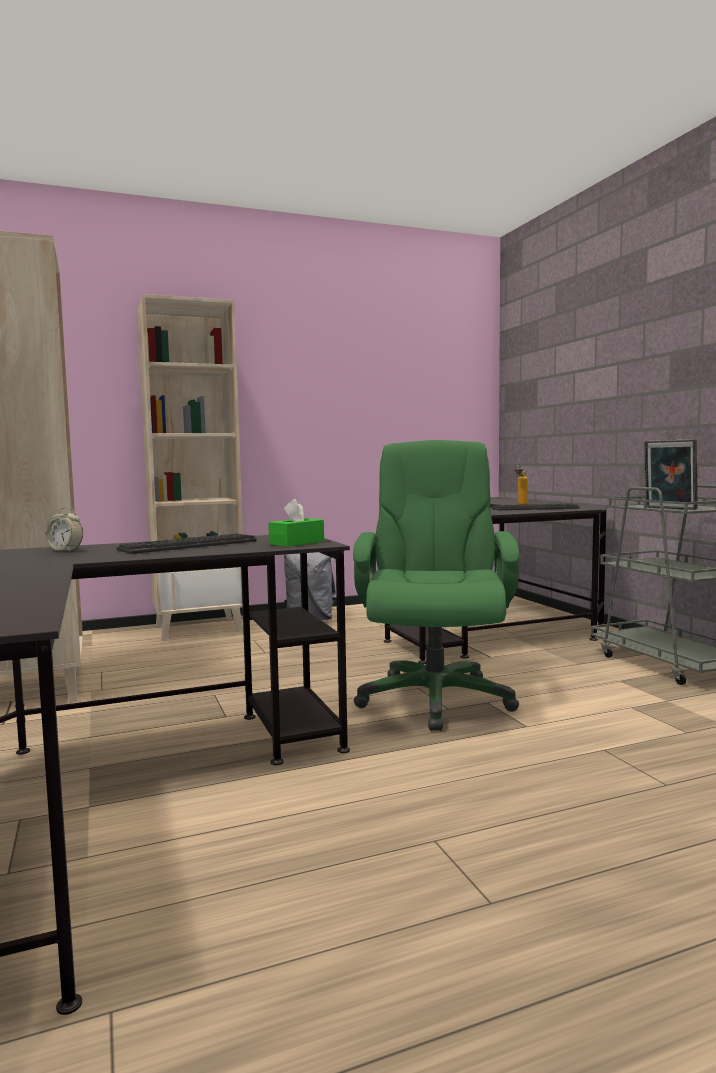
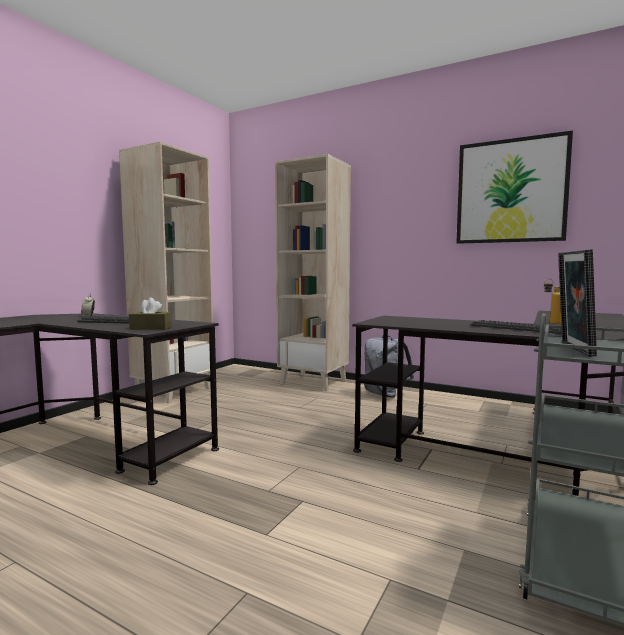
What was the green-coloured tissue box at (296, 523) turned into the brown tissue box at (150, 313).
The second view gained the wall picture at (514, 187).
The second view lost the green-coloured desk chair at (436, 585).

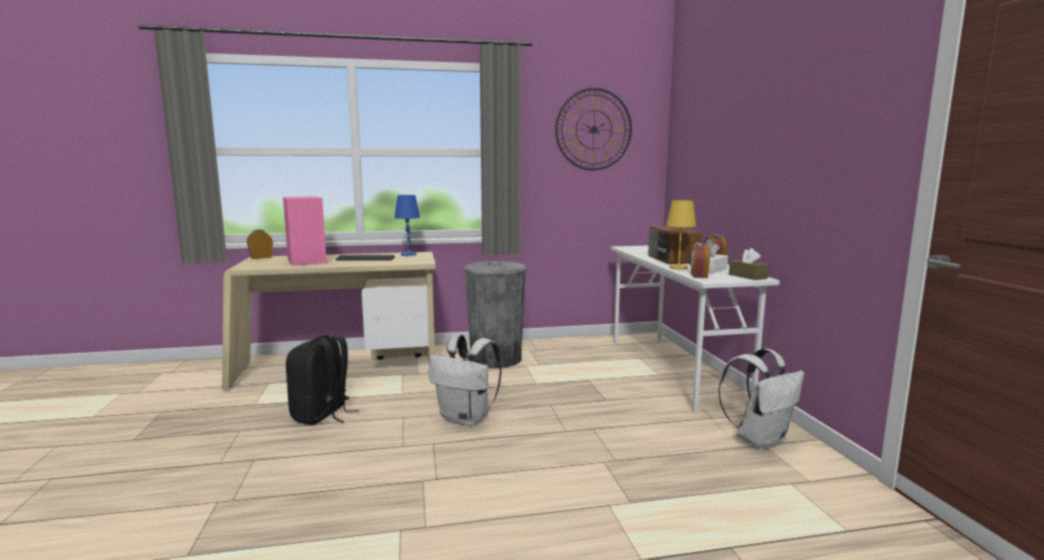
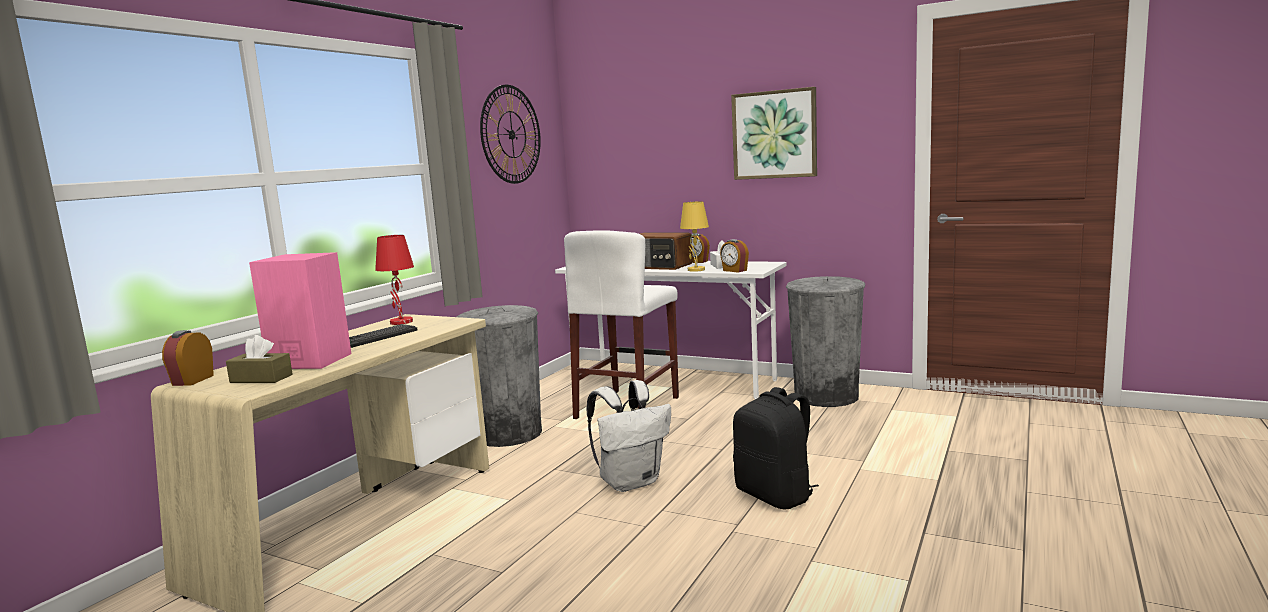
The brown tissue box ended up elsewhere, having gone from (749, 264) to (259, 359).
What was the bluish tabletop lamp at (407, 225) turned into the reddish tabletop lamp at (394, 280).
The second view gained the white stool seat at (621, 324).
The second view gained the wall picture at (774, 133).
The black backpack ended up elsewhere, having gone from (322, 380) to (776, 448).
Where the white backpack stood at (761, 399), the gray waste bin came to stand at (825, 341).

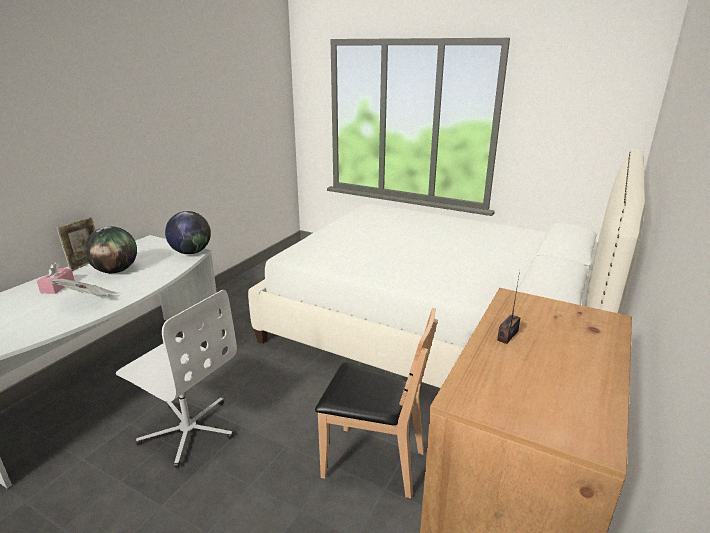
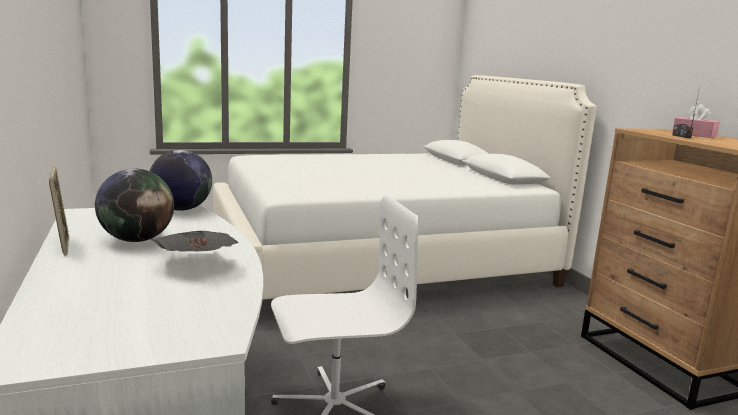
The pink-coloured tissue box ended up elsewhere, having gone from (55, 278) to (696, 121).
The second view lost the brown plain chair at (376, 403).

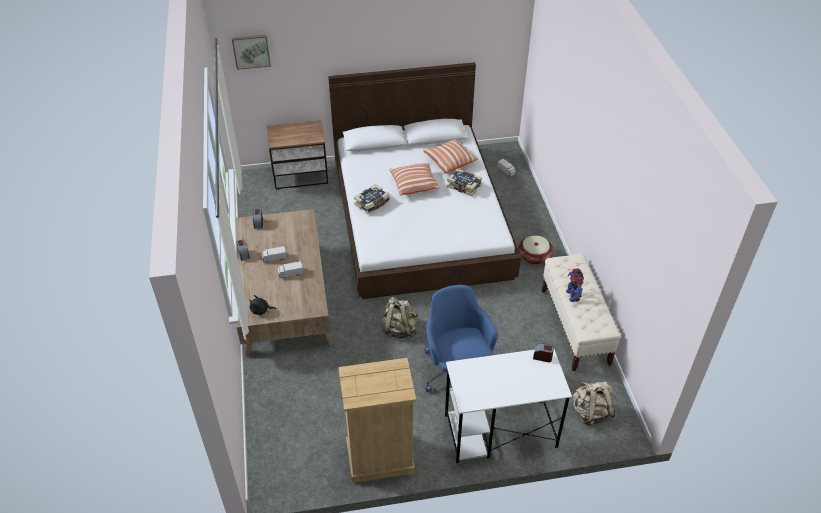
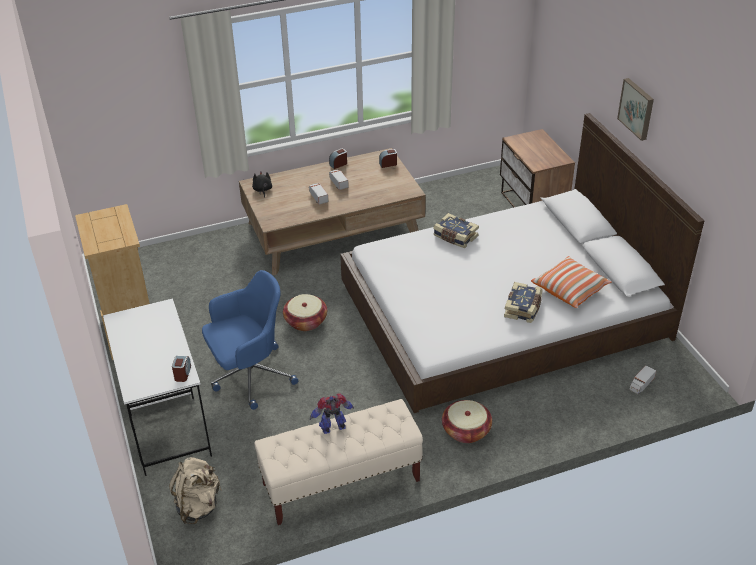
Where the beige-coloured backpack stood at (400, 317), the basket came to stand at (305, 312).
The wall picture ended up elsewhere, having gone from (251, 52) to (635, 109).
The second view lost the pillow at (414, 179).

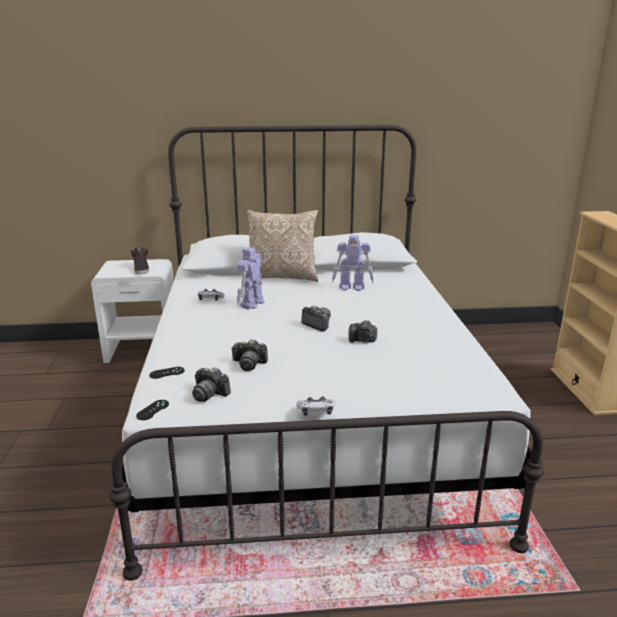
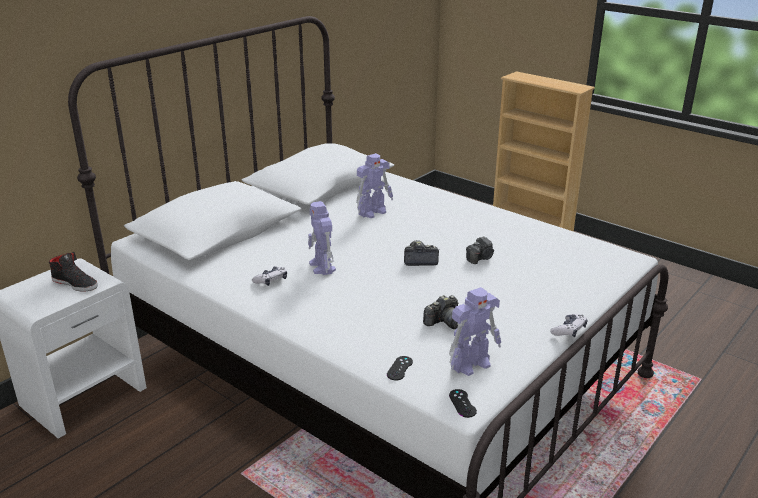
Where the still camera stood at (211, 384), the toy robot came to stand at (475, 331).
The second view lost the pillow at (282, 246).

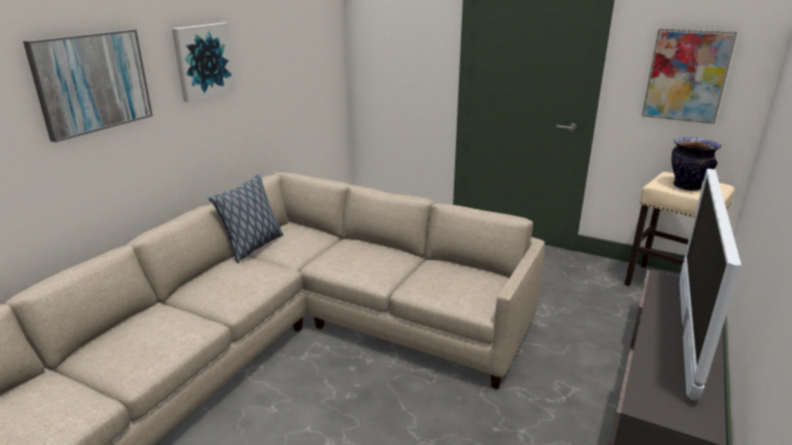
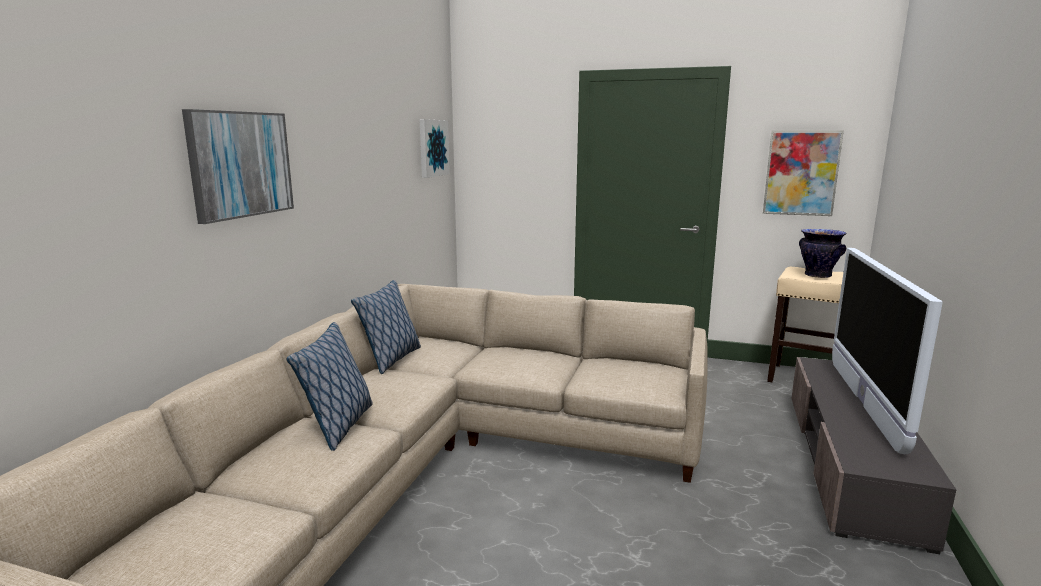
The second view gained the pillow at (329, 386).
The wall picture ended up elsewhere, having gone from (204, 62) to (434, 148).

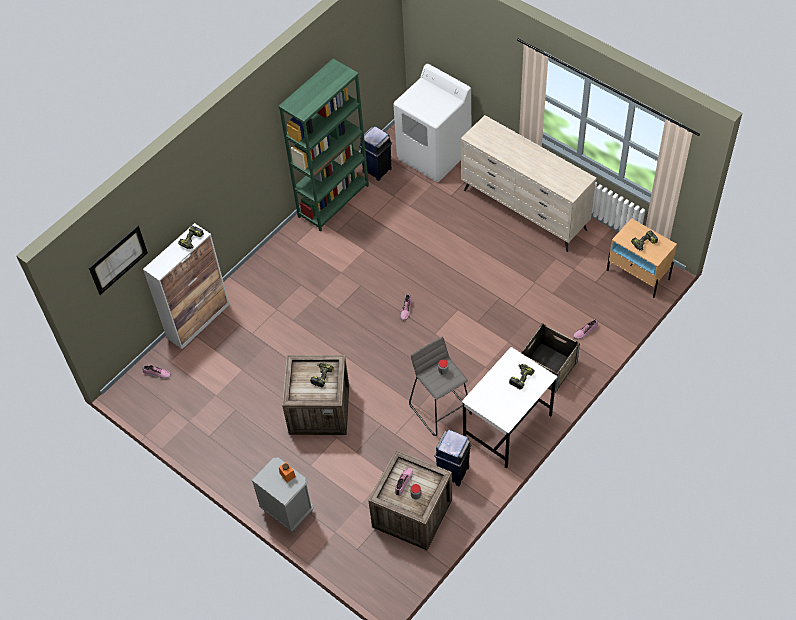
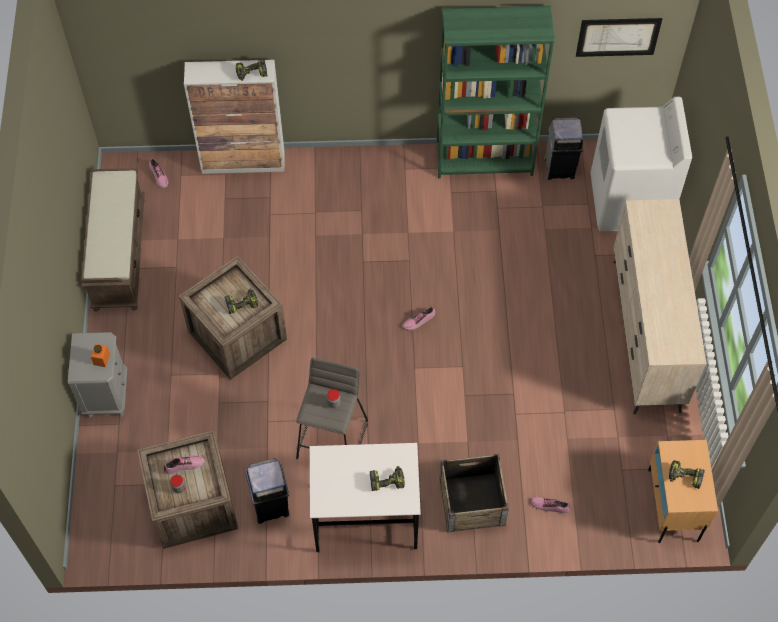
The second view gained the brown indoor bench at (113, 239).
What was the bluish waste bin at (375, 153) turned into the gray waste bin at (563, 148).
The wall picture ended up elsewhere, having gone from (118, 260) to (619, 37).

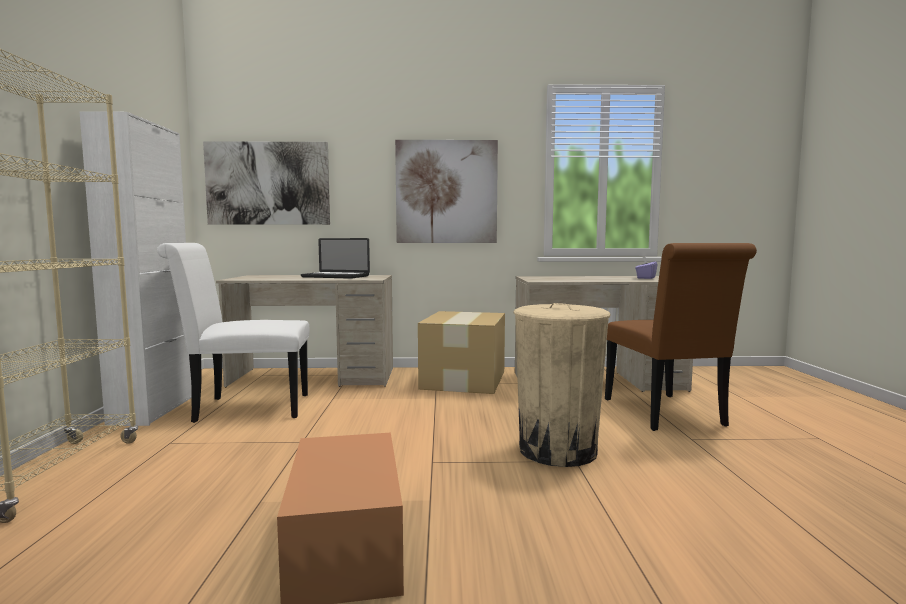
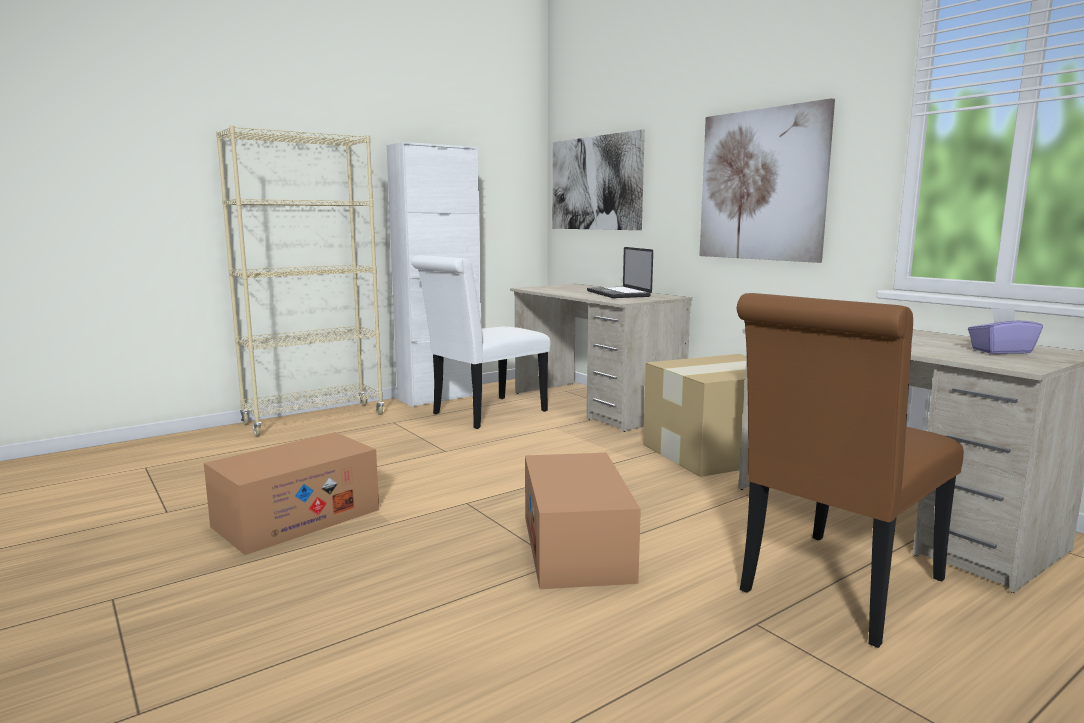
The white plain chair at (233, 333) ended up facing another way, 90 degrees counterclockwise from before.
Where the beige-coloured waste bin stood at (562, 385), the carton came to stand at (583, 521).

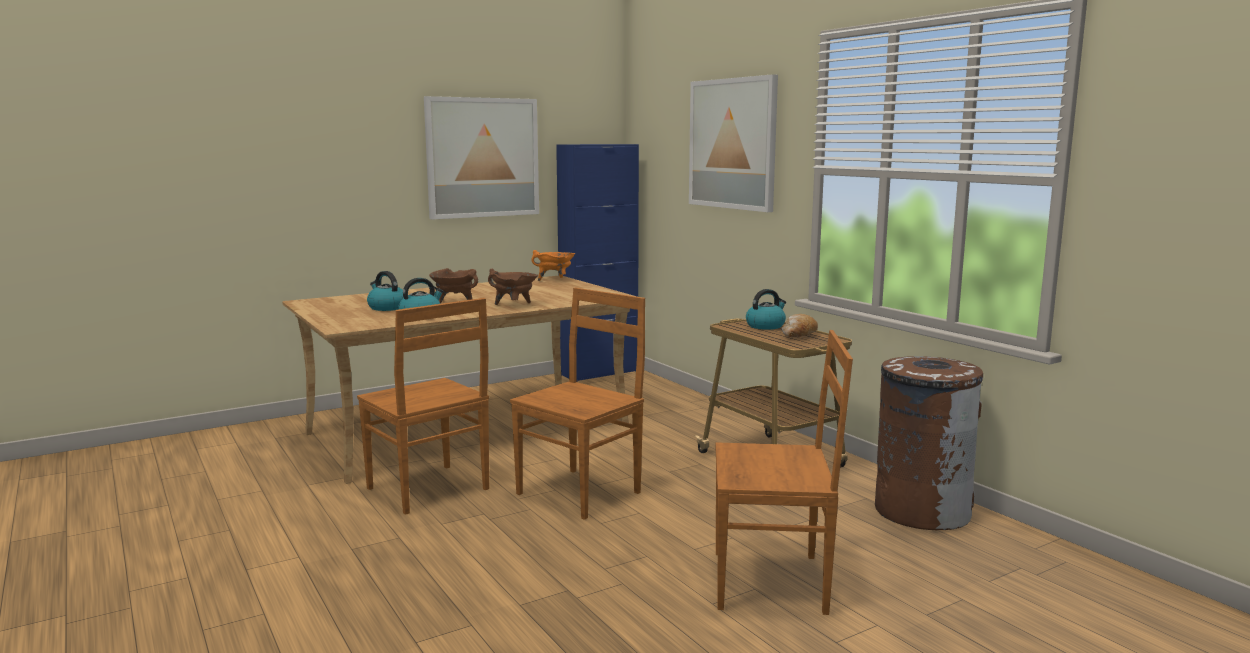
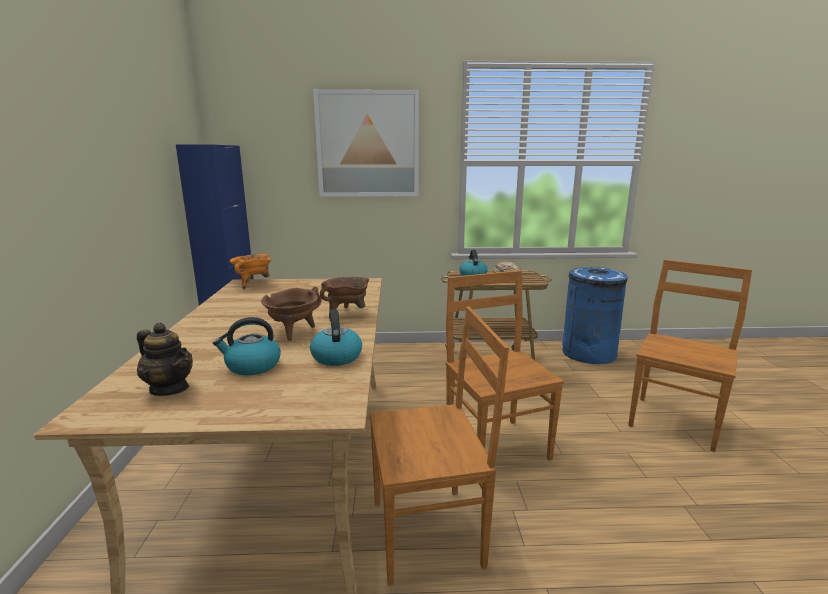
The second view gained the teapot at (165, 359).
What was the brown waste bin at (929, 443) turned into the bluish waste bin at (595, 315).
The second view lost the wall picture at (481, 157).

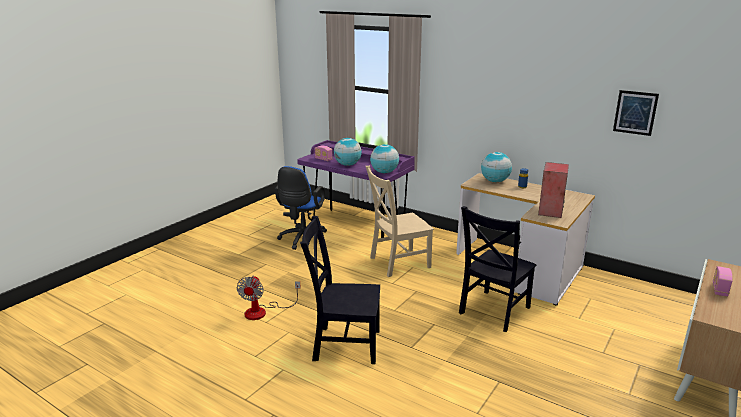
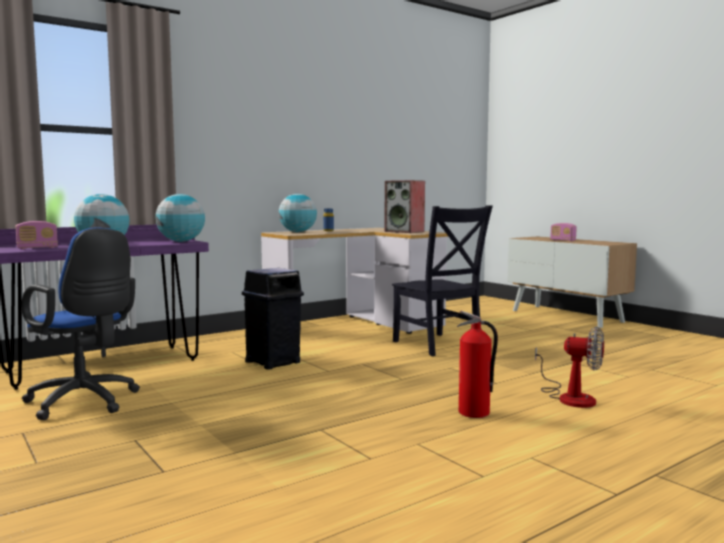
Where the beige-coloured plain chair stood at (400, 221), the black waste bin came to stand at (273, 319).
Where the black plain chair stood at (340, 290), the extinguisher came to stand at (477, 364).
The electric fan ended up elsewhere, having gone from (269, 298) to (569, 367).
The second view lost the wall picture at (636, 113).

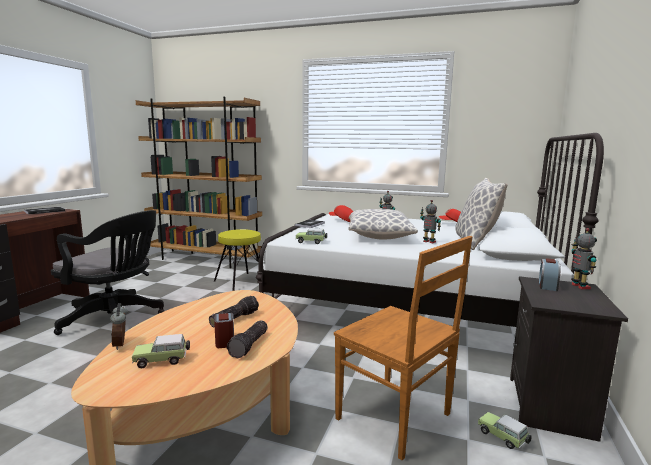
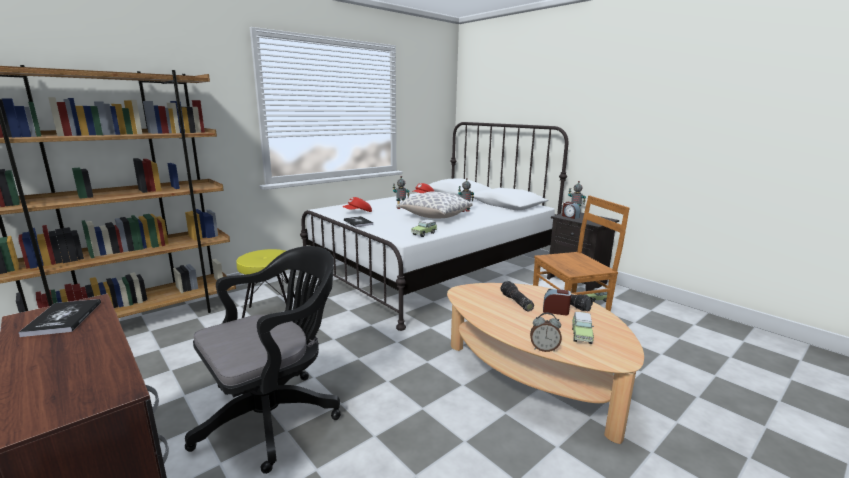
The second view lost the pillow at (481, 214).

